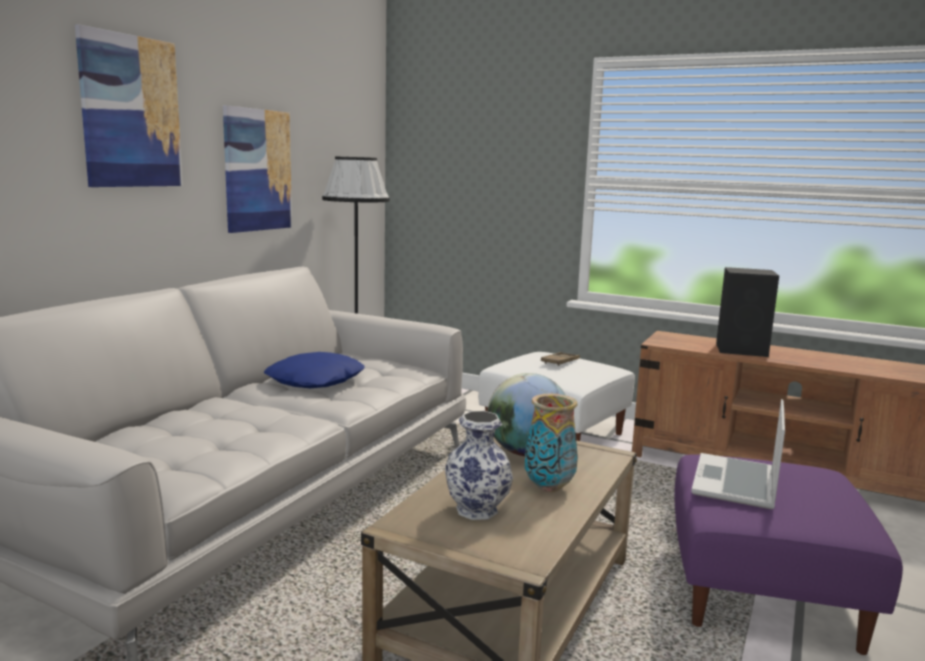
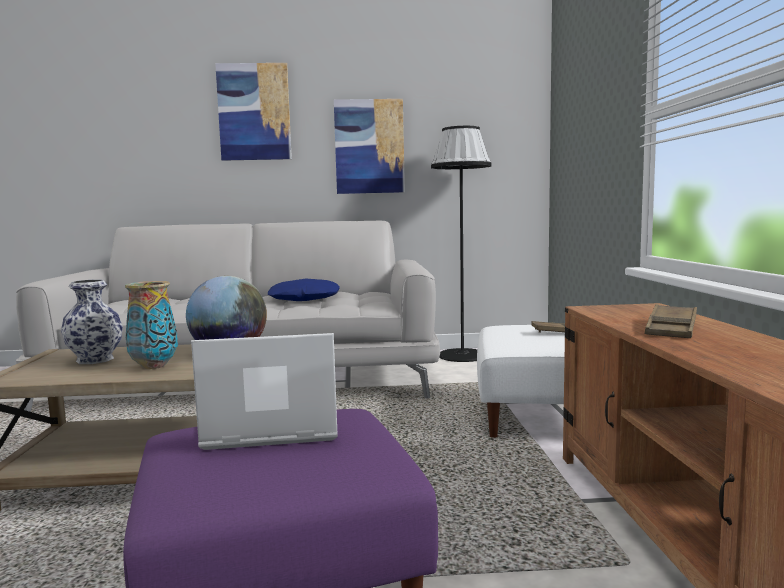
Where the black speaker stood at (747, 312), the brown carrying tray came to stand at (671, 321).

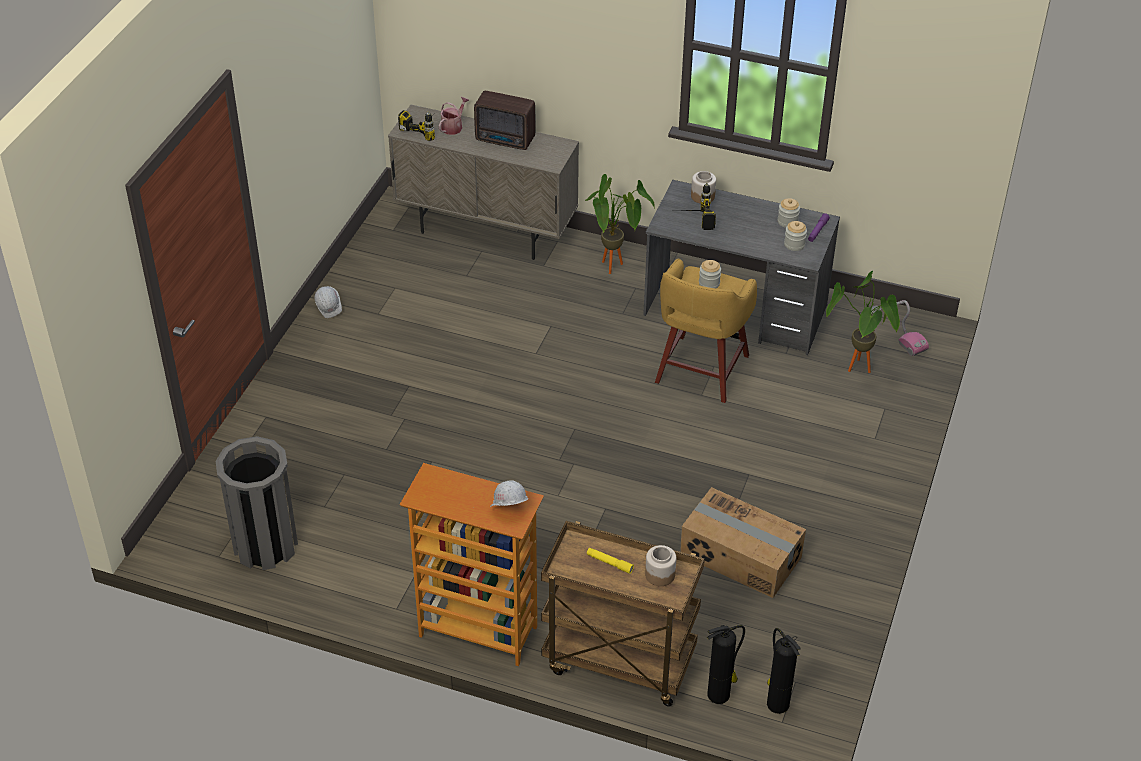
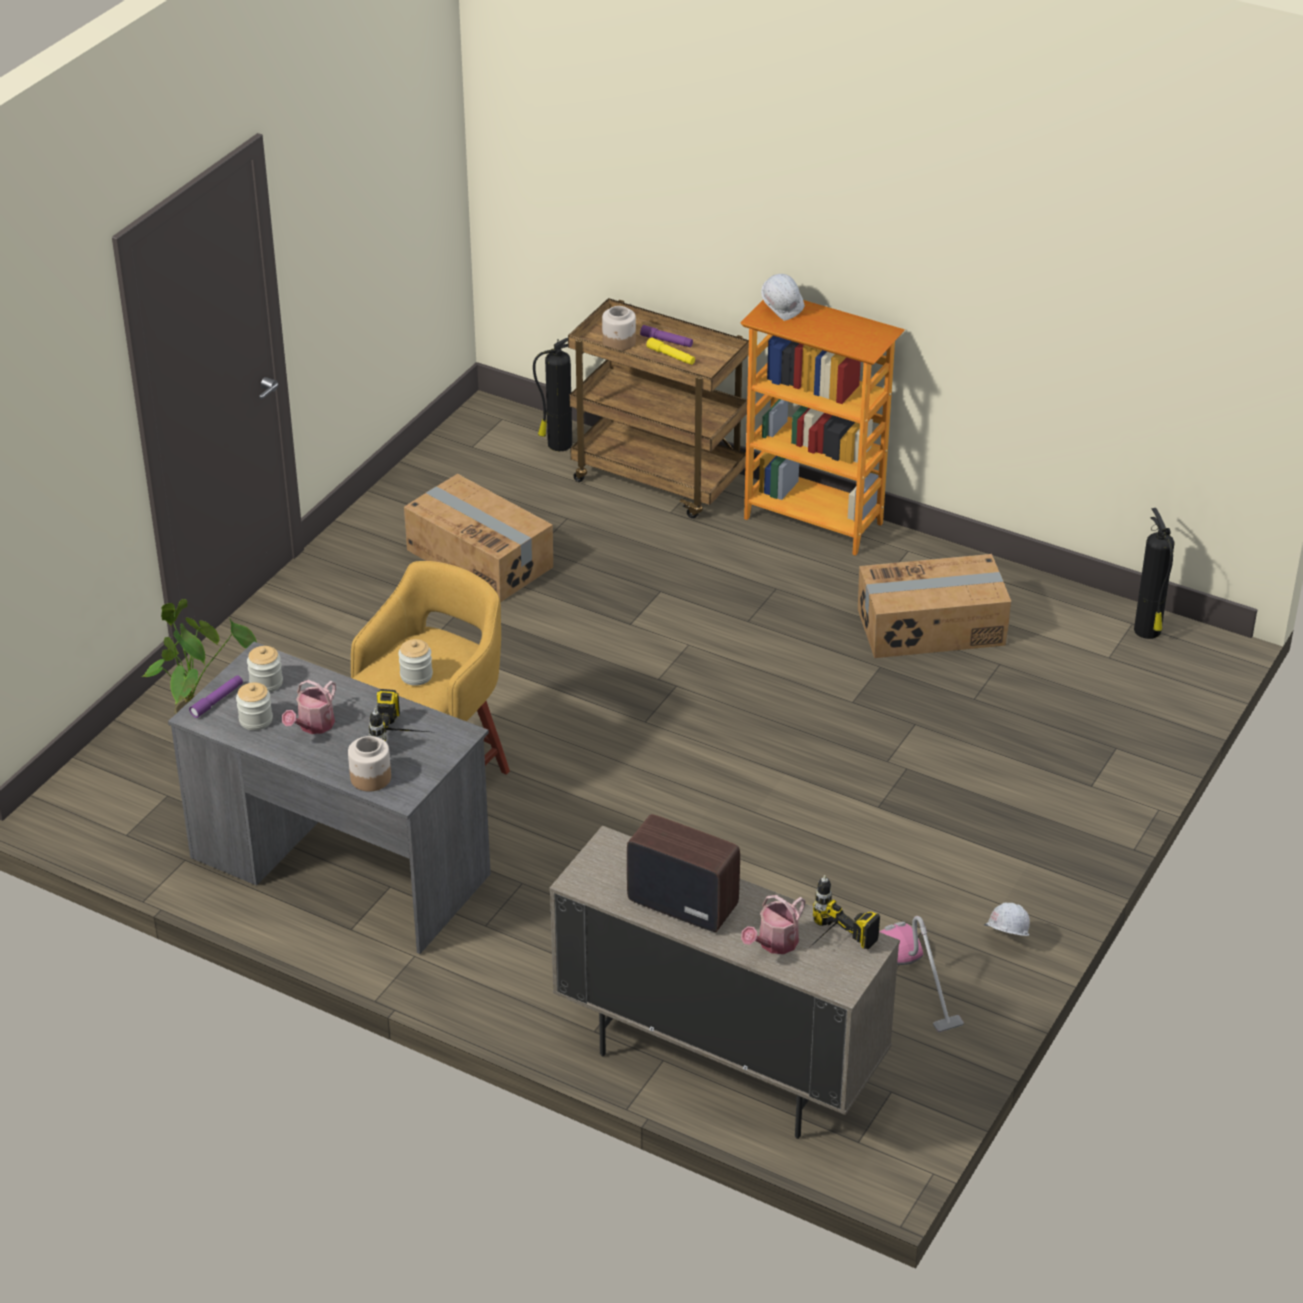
The second view gained the sprinkling can at (309, 707).
The second view gained the purple torch at (666, 336).
The second view gained the carton at (934, 606).
The hoover ended up elsewhere, having gone from (900, 328) to (921, 974).
The extinguisher ended up elsewhere, having gone from (784, 671) to (1154, 573).
The second view lost the gray waste bin at (257, 503).
The second view lost the houseplant at (620, 224).

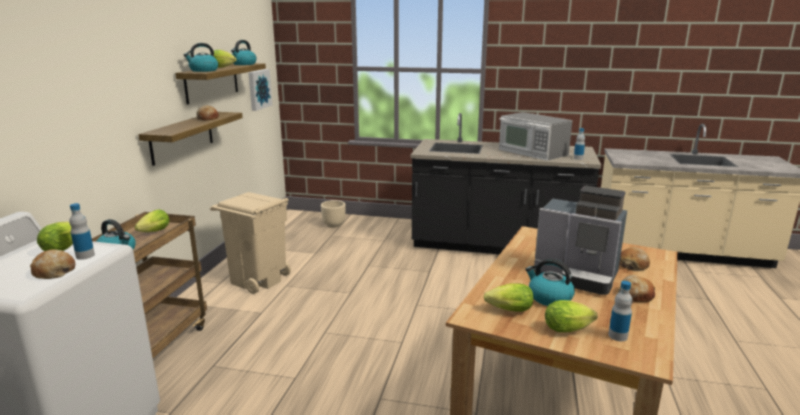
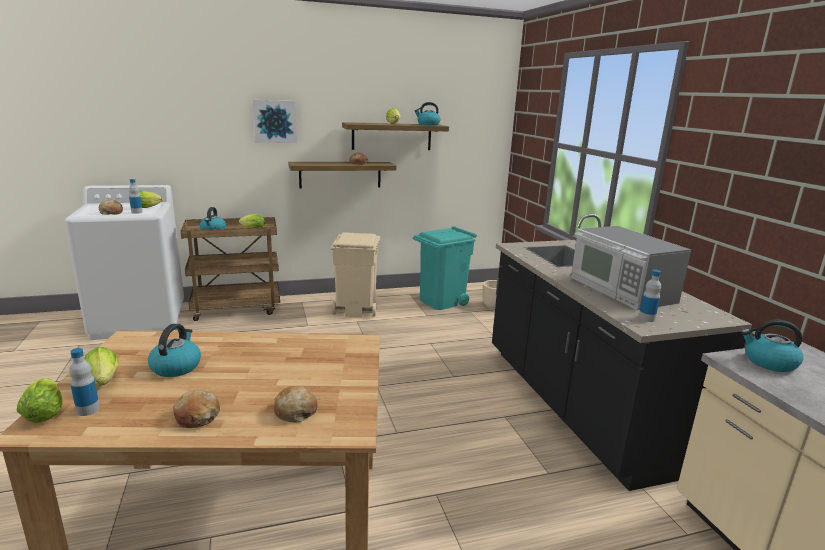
The lettuce ended up elsewhere, having gone from (508, 297) to (40, 400).
The wall picture ended up elsewhere, having gone from (260, 90) to (275, 121).
The second view gained the blue-green waste bin at (445, 268).
The kitchen microwave at (535, 136) ended up facing another way, 45 degrees counterclockwise from before.
The water kettle ended up elsewhere, having gone from (201, 57) to (772, 346).
The second view lost the coffee brewer at (580, 240).

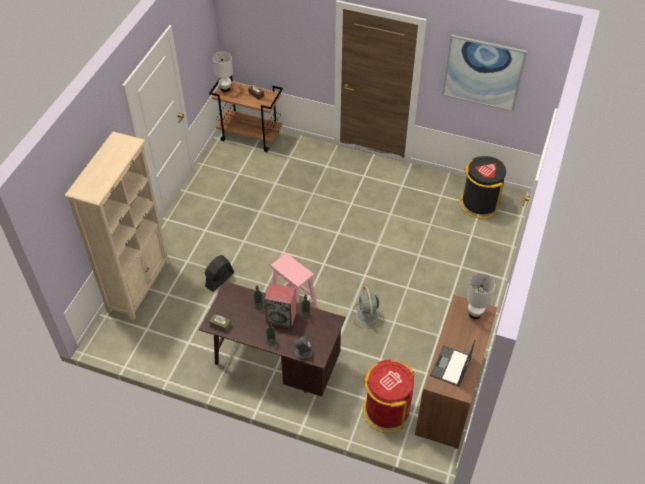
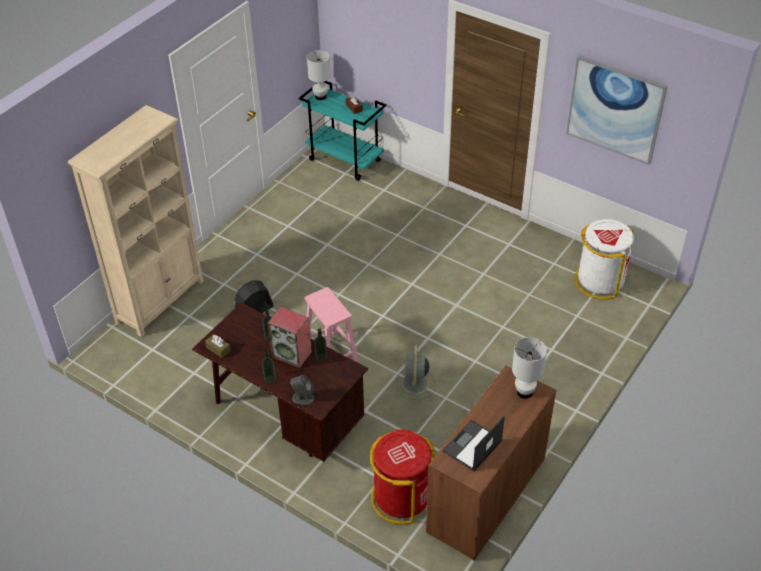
What was the brown trolley at (246, 114) turned into the blue-green trolley at (342, 131).
What was the black waste bin at (483, 187) turned into the white waste bin at (604, 259).

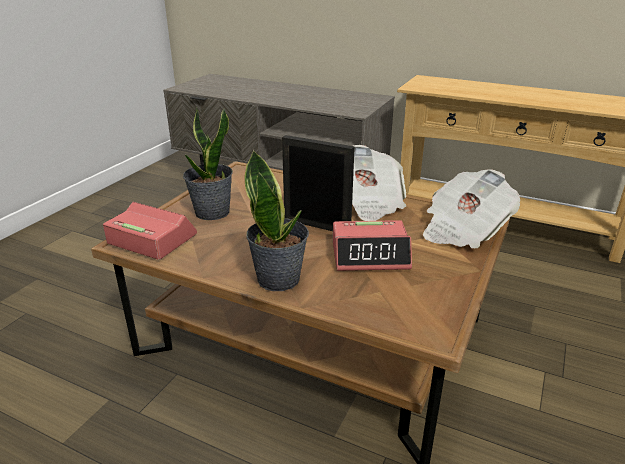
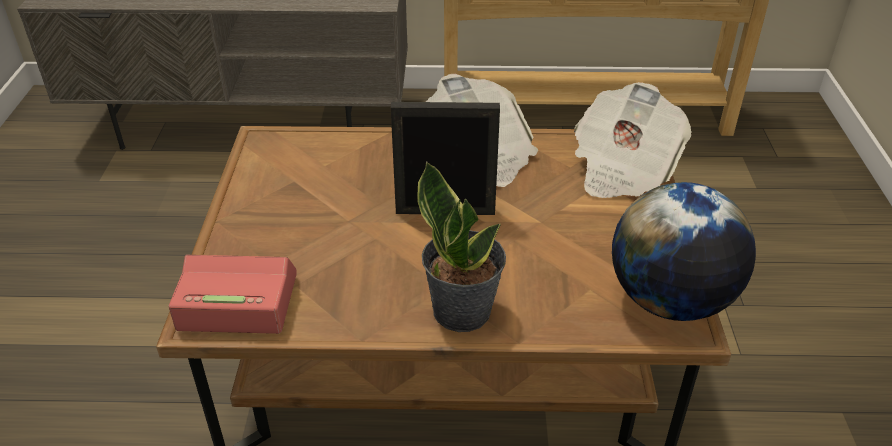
The second view gained the world globe at (684, 251).
The second view lost the houseplant at (208, 163).
The second view lost the bedside clock at (372, 245).

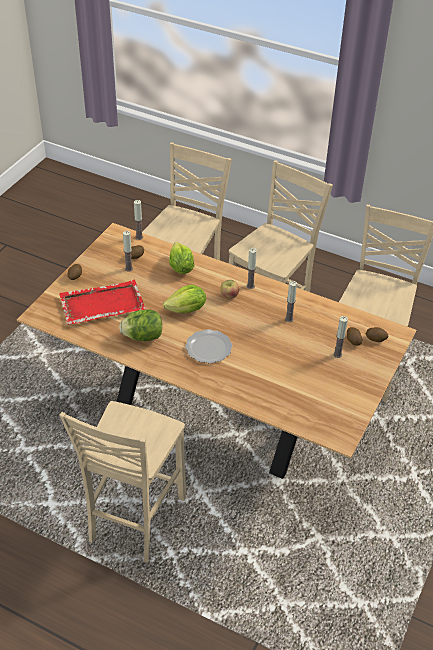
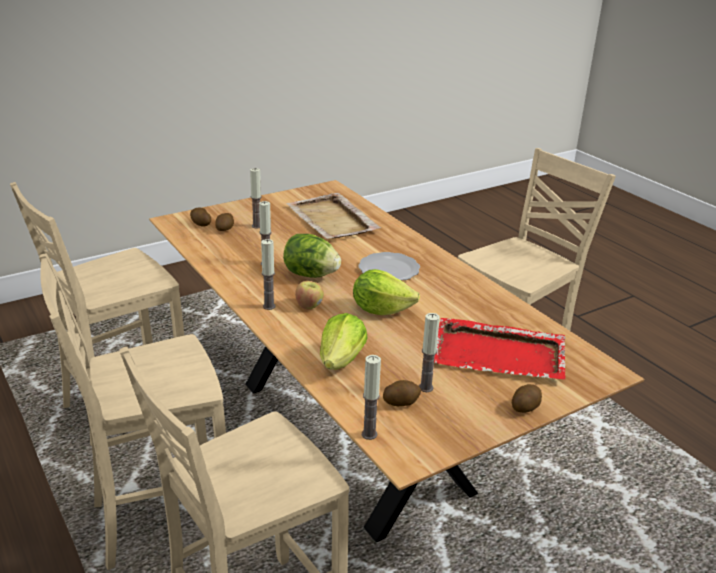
The lettuce ended up elsewhere, having gone from (140, 325) to (312, 256).
The second view gained the beige-coloured carrying tray at (333, 216).

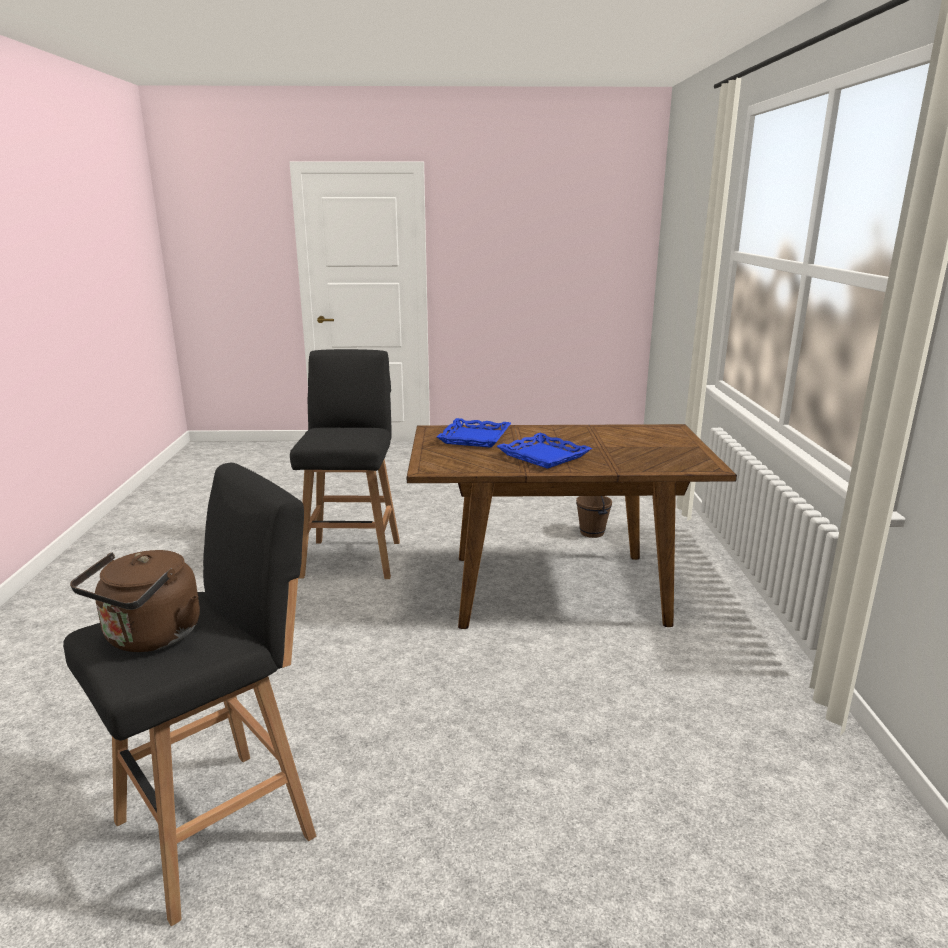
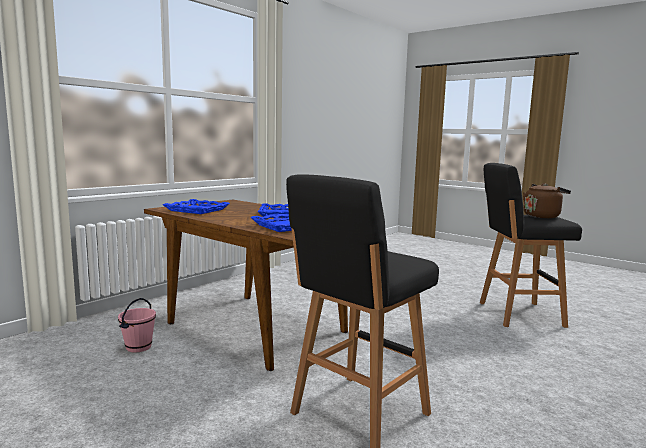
What was the brown water bucket at (594, 517) turned into the pink-coloured water bucket at (137, 325).
The second view gained the bluish carrying tray at (196, 206).

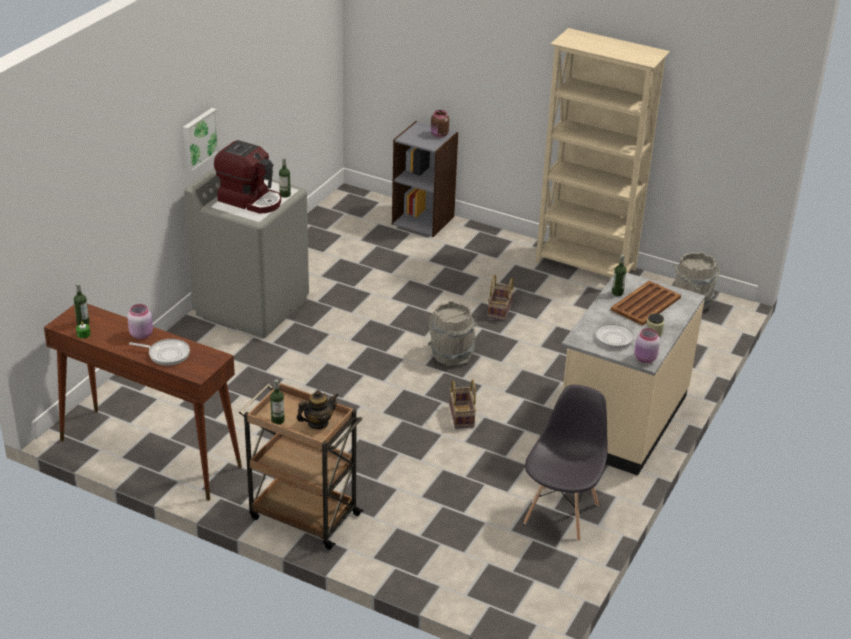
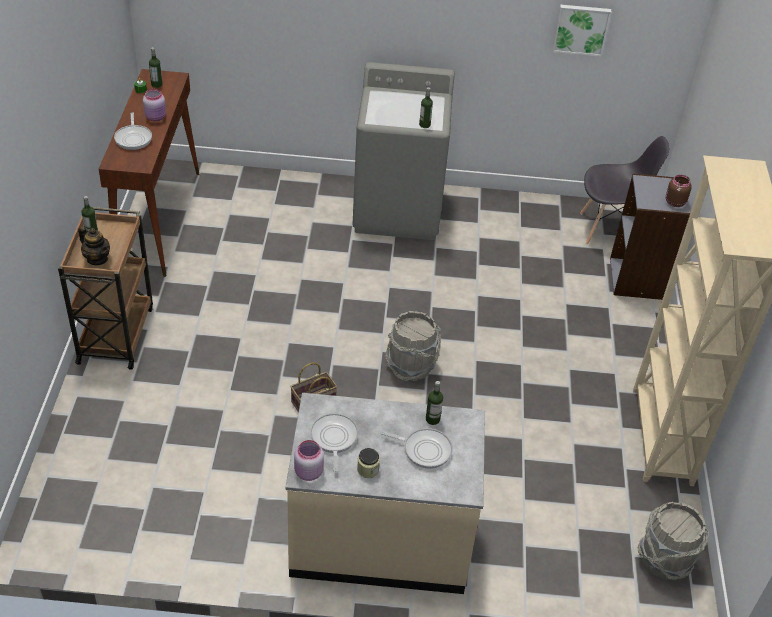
Where the brown carrying tray stood at (646, 303), the skillet came to stand at (417, 448).
The wall picture ended up elsewhere, having gone from (201, 140) to (582, 31).
The gray plain chair ended up elsewhere, having gone from (566, 462) to (624, 190).
The second view lost the coffee brewer at (247, 177).
The second view lost the basket at (501, 298).

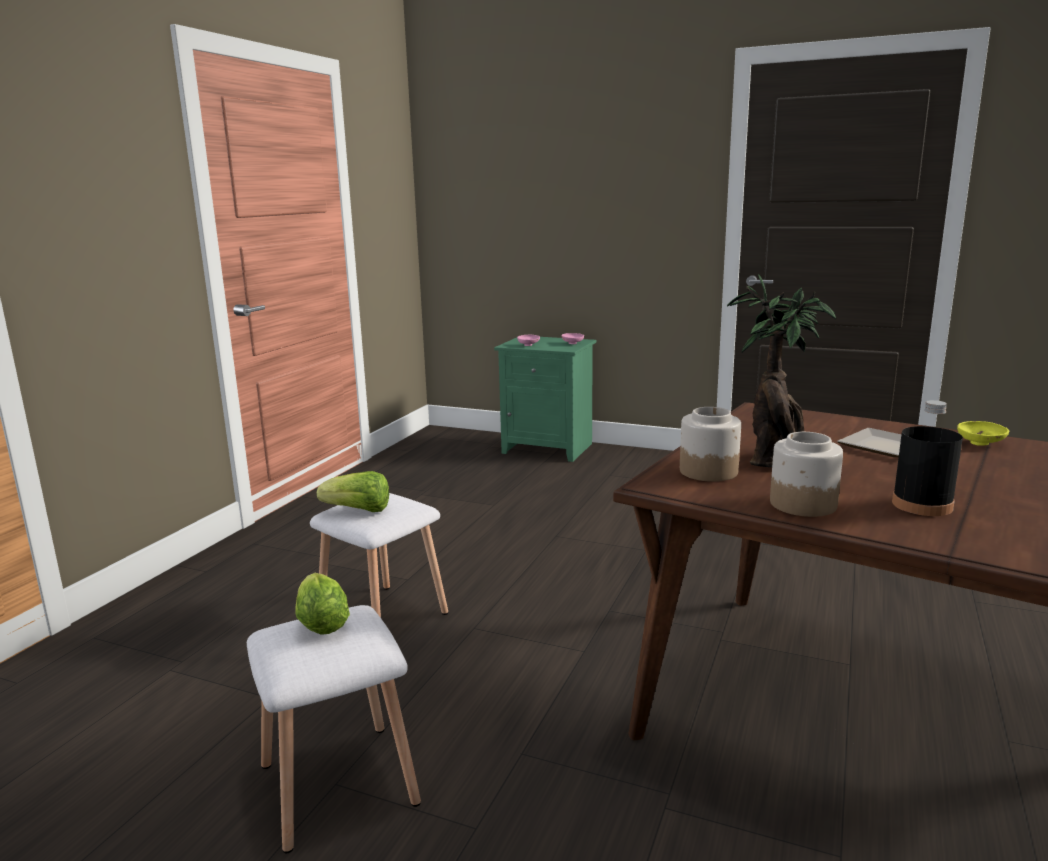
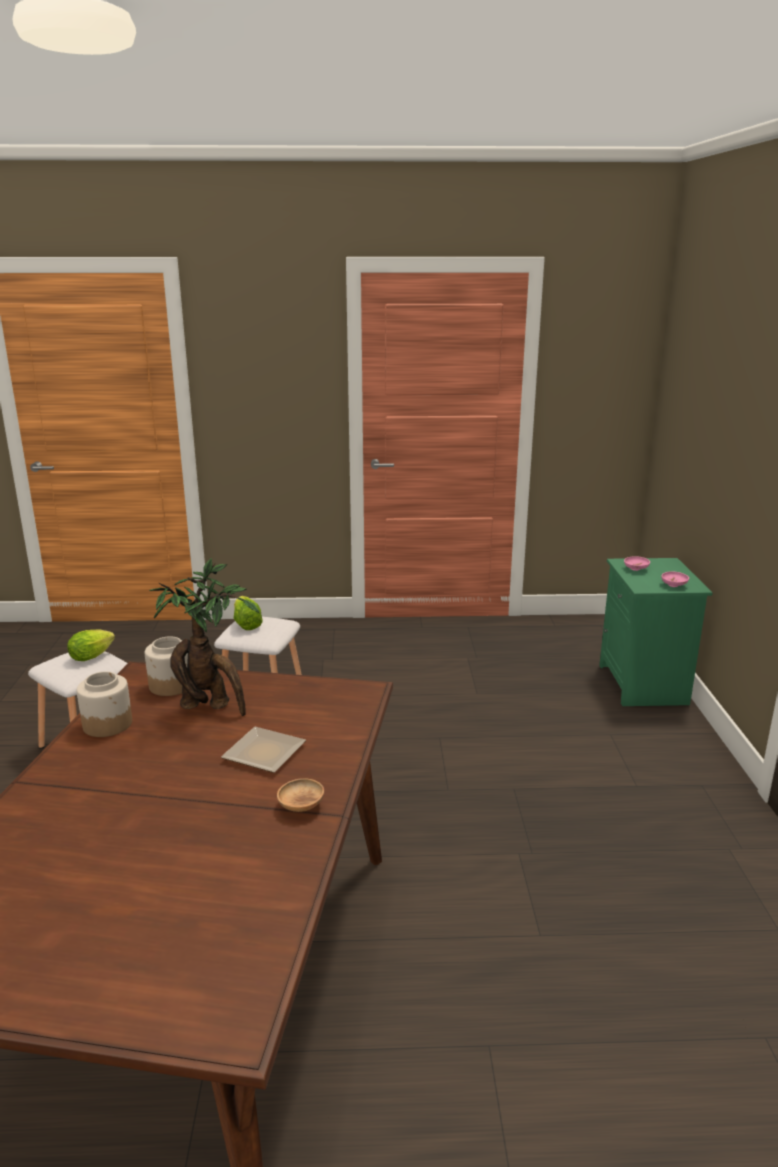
What was the yellow-coloured bowl at (983, 433) turned into the brown bowl at (300, 795).
The second view lost the black bottle at (927, 458).

